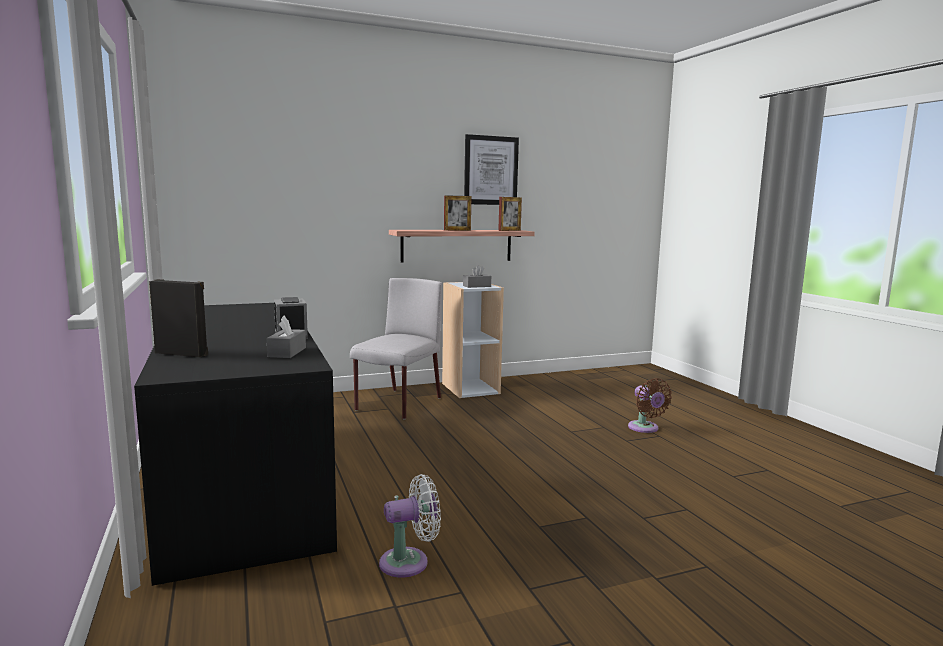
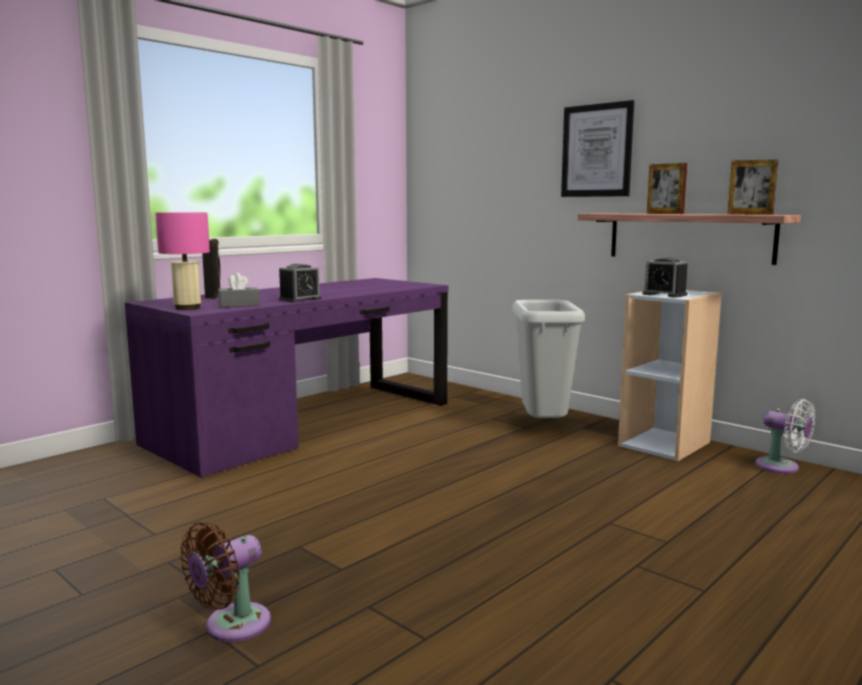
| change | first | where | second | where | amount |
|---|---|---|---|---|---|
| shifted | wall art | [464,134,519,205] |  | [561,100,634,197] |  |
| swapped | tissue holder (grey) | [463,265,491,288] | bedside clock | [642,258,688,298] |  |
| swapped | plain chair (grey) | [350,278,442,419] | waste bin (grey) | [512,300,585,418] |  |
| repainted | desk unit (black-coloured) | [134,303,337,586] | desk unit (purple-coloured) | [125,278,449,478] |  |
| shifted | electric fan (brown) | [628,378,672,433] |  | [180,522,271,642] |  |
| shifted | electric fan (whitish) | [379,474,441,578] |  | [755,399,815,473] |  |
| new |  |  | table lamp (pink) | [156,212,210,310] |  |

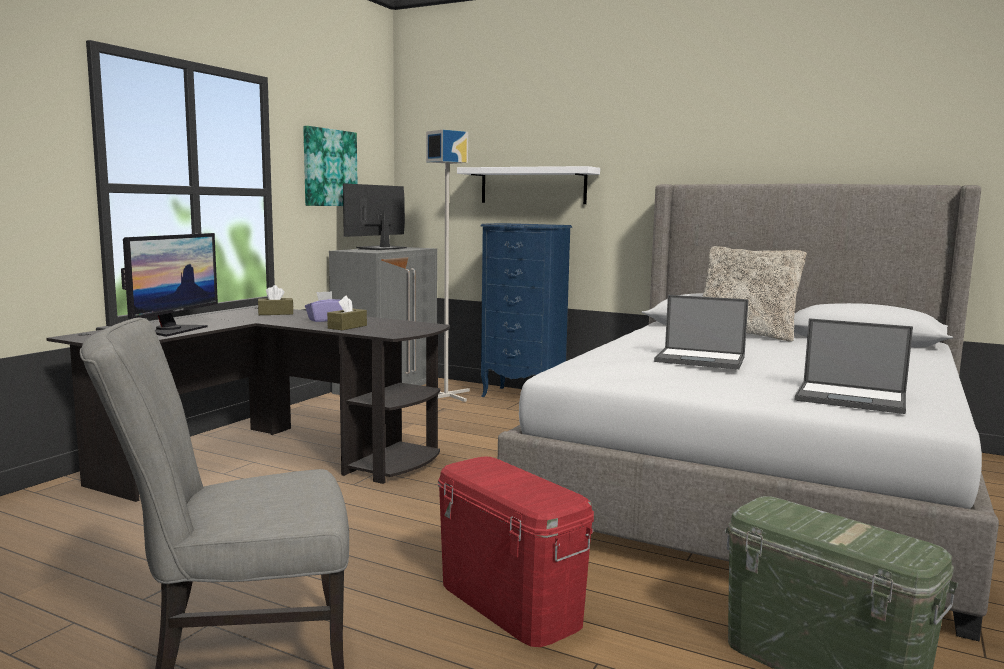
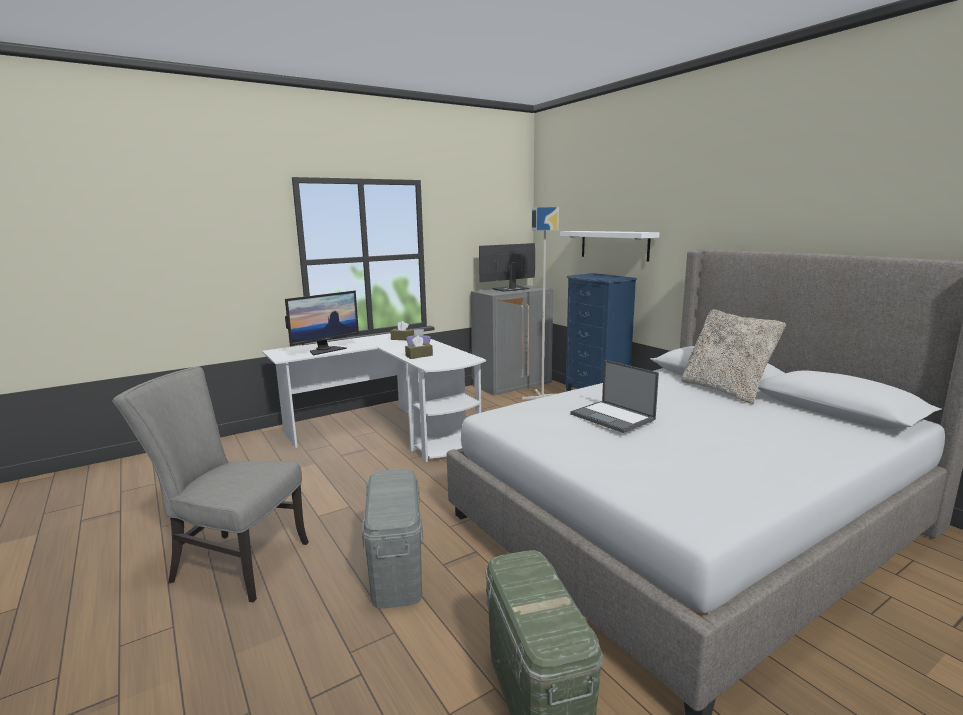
| change | first | where | second | where | amount |
|---|---|---|---|---|---|
| gone | wall art | [303,126,357,206] |  |  |  |
| repainted | desk unit (black-coloured) | [46,307,450,502] | desk unit (whitish) | [262,333,486,462] |  |
| gone | laptop | [795,318,913,414] |  |  |  |
| repainted | storage bin (red) | [438,456,594,647] | storage bin (grey) | [362,469,423,608] |  |

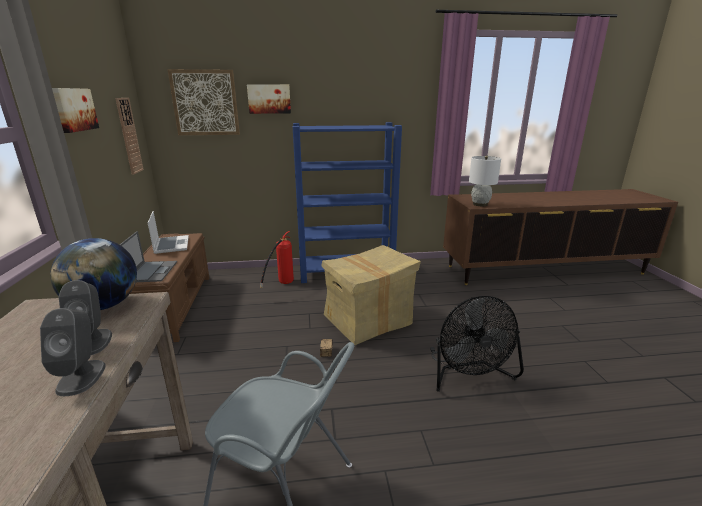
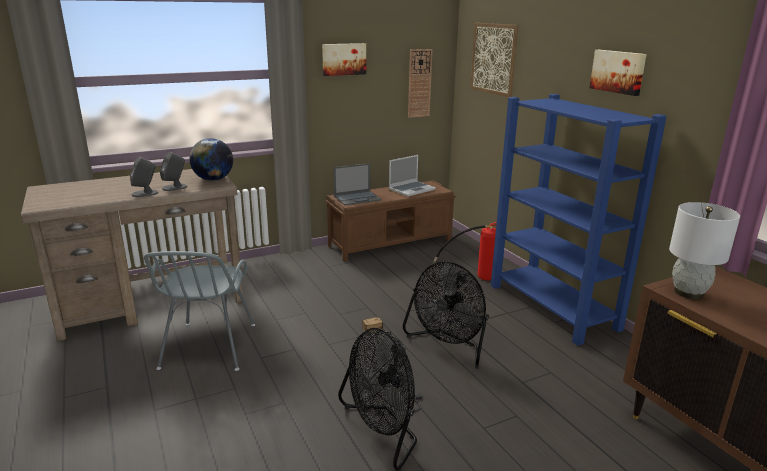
| change | first | where | second | where | amount |
|---|---|---|---|---|---|
| shifted | wall art | [247,84,291,114] |  | [590,50,647,96] |  |
| swapped | cardboard box | [321,245,421,345] | electric fan (black-coloured) | [403,262,489,369] |  |

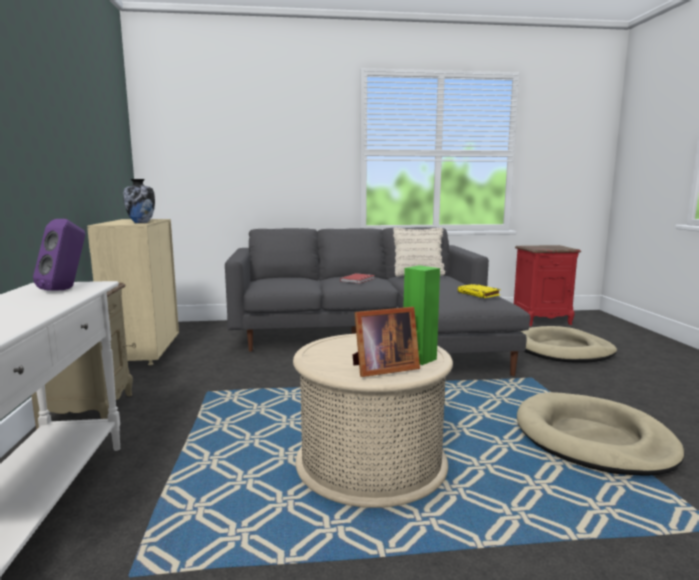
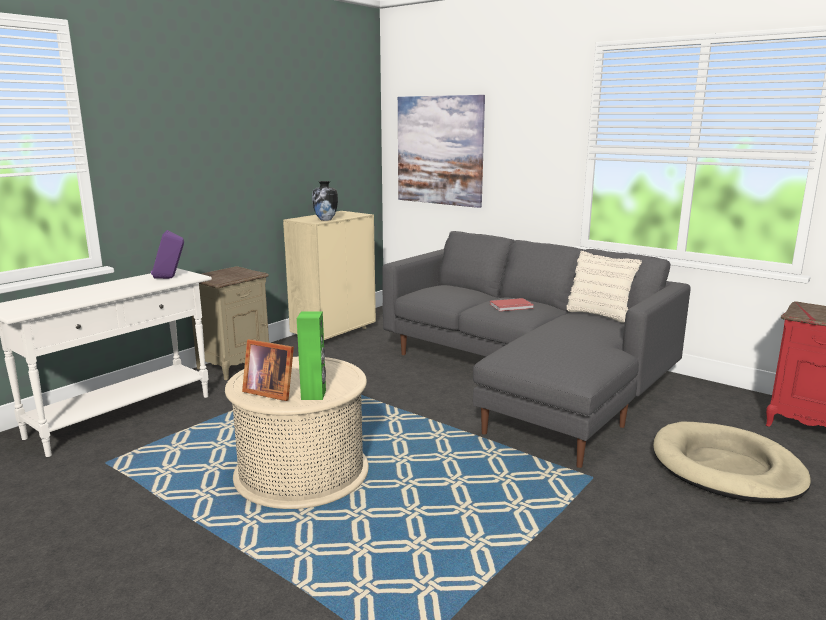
| change | first | where | second | where | amount |
|---|---|---|---|---|---|
| gone | bound book (yellowish) | [457,284,501,298] |  |  |  |
| gone | pet bed (beige-coloured) | [517,392,685,476] |  |  |  |
| new |  |  | wall art | [398,95,485,208] |  |

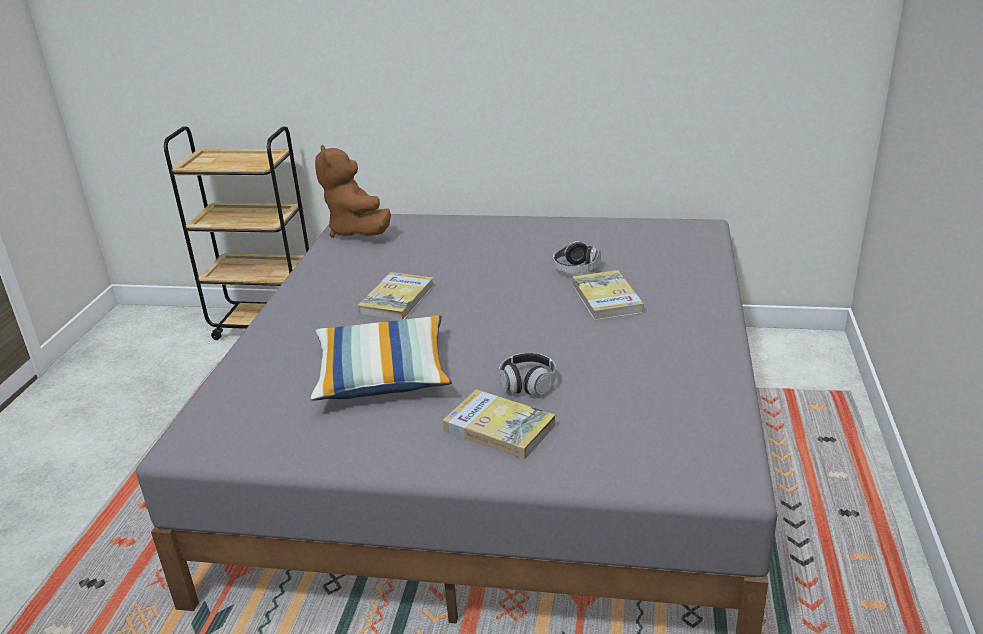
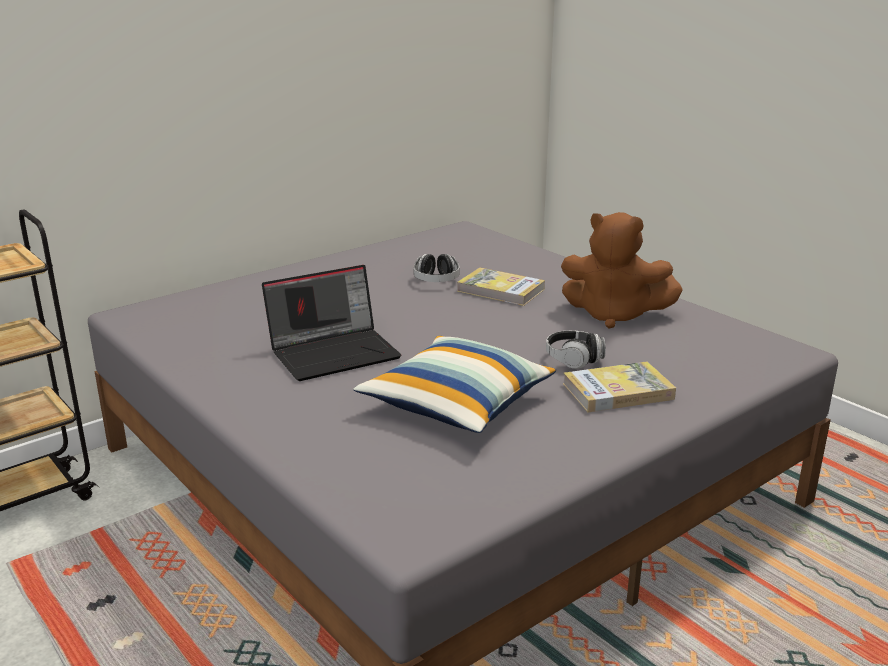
| change | first | where | second | where | amount |
|---|---|---|---|---|---|
| shifted | soft toy (brown) | [315,145,391,238] |  | [561,212,683,328] |  |
| swapped | bound book | [358,272,434,320] | laptop | [262,265,402,381] |  |

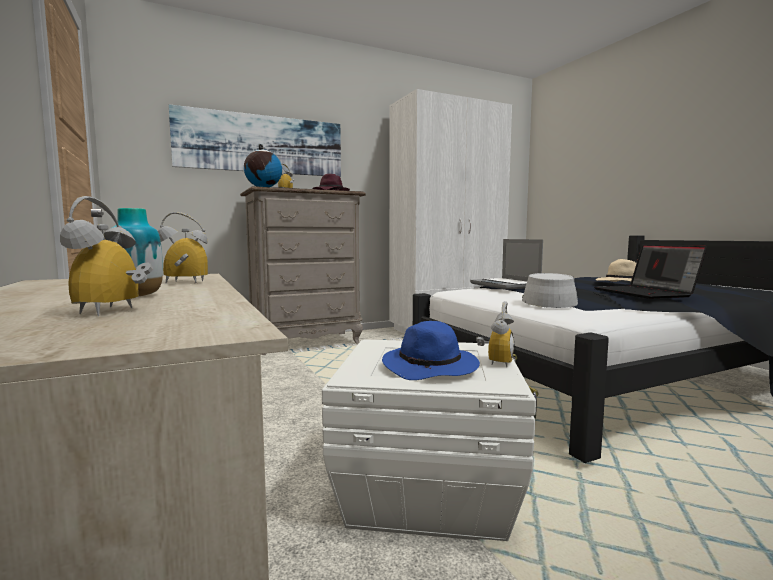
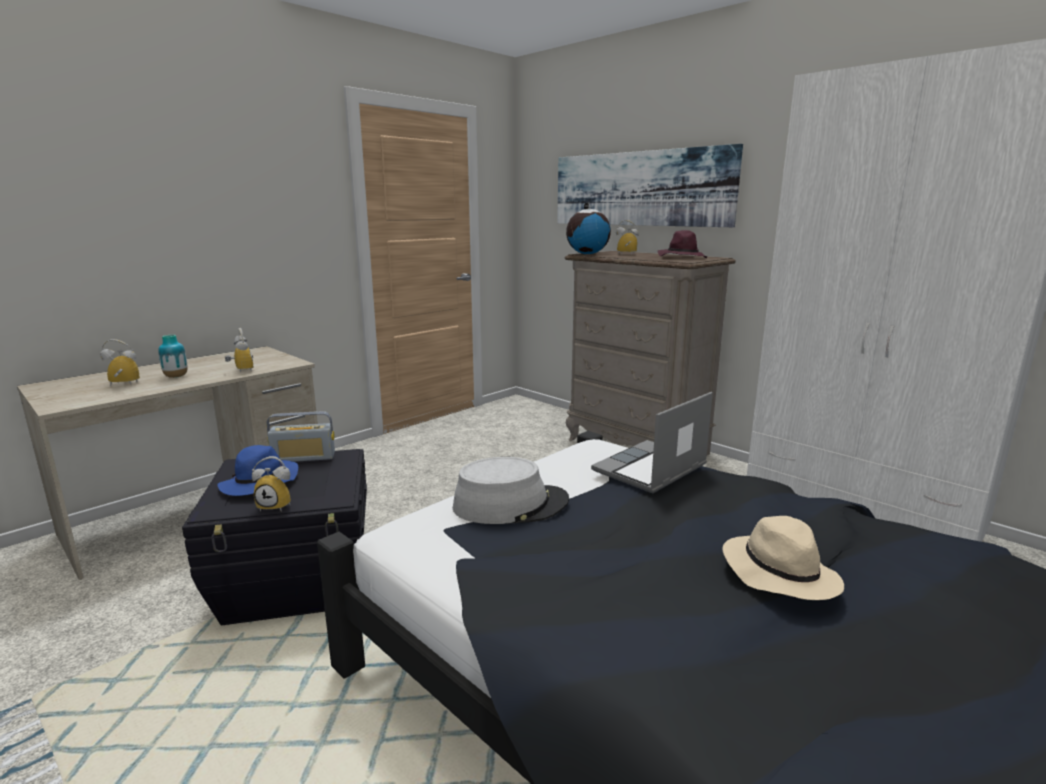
| change | first | where | second | where | amount |
|---|---|---|---|---|---|
| gone | laptop | [594,244,707,299] |  |  |  |
| repainted | storage bin (whitish) | [322,339,538,541] | storage bin (black-coloured) | [182,449,367,625] |  |
| new |  |  | radio receiver | [266,411,335,462] |  |

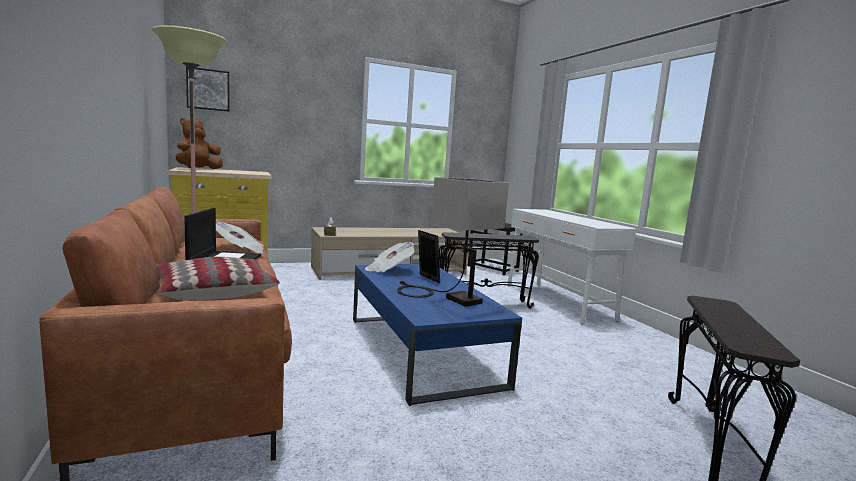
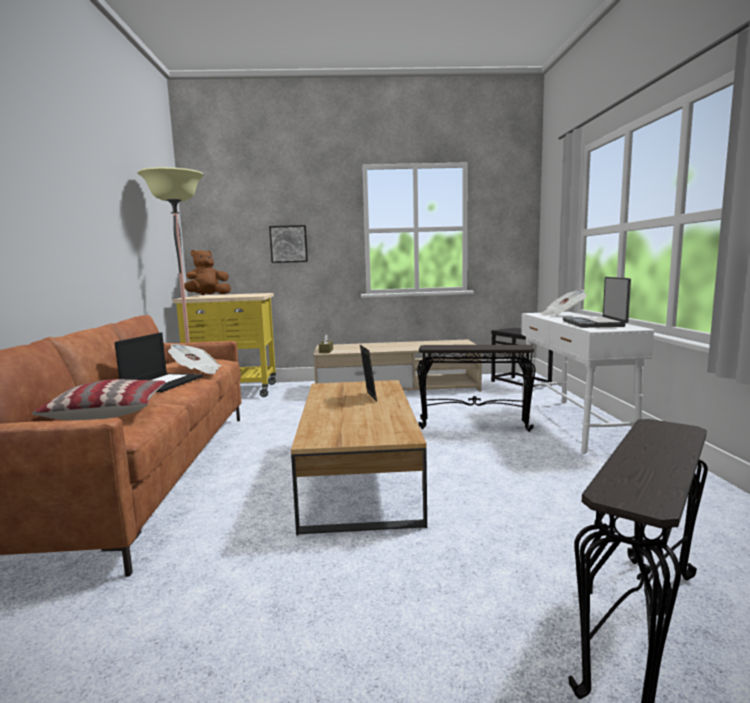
| change | first | where | second | where | amount |
|---|---|---|---|---|---|
| shifted | wall art | [186,67,230,112] |  | [269,225,308,263] |  |
| gone | table lamp | [397,177,509,307] |  |  |  |
| shifted | daily paper | [365,242,415,273] |  | [540,290,587,316] |  |
| repainted | coffee table (blue) | [353,264,522,406] | coffee table (brown) | [291,380,427,536] |  |
| new |  |  | laptop | [563,277,631,328] |  |

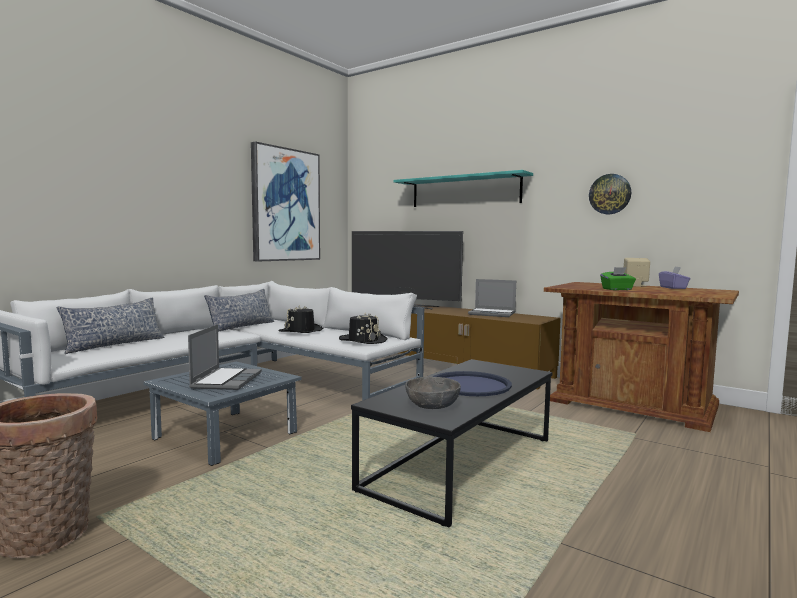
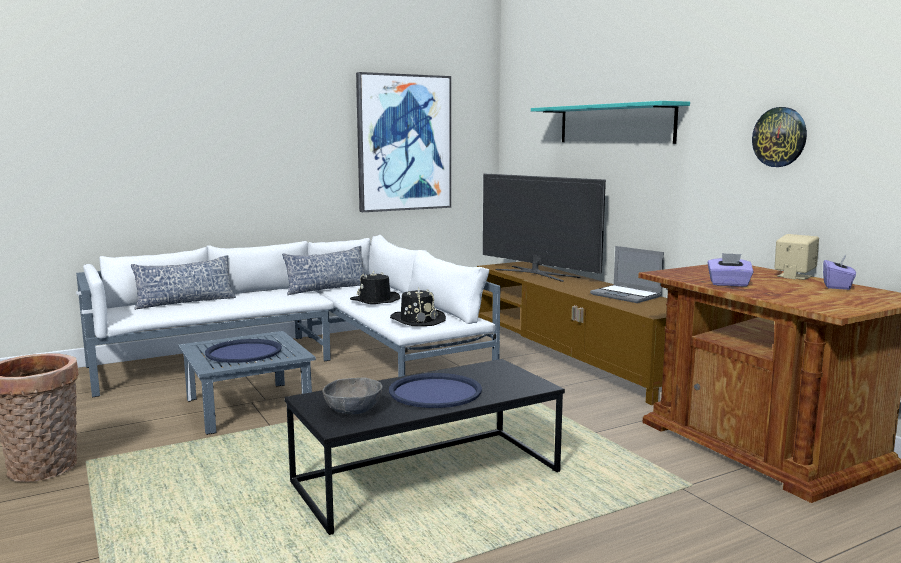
| change | first | where | second | where | amount |
|---|---|---|---|---|---|
| repainted | tissue holder (greenish) | [600,267,636,290] | tissue holder (purple-coloured) | [708,253,754,287] |  |
| swapped | laptop | [188,324,262,390] | tray (blue) | [205,339,282,363] |  |

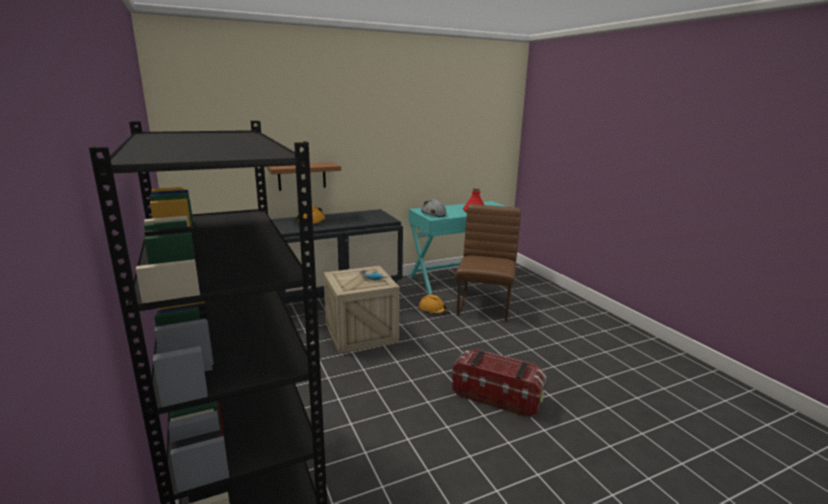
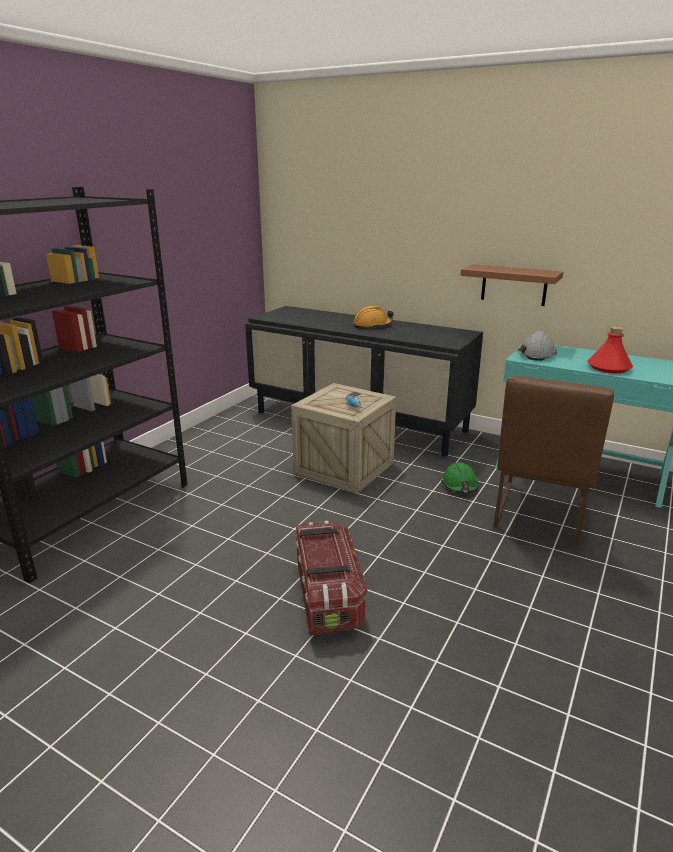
| change | first | where | second | where | amount |
|---|---|---|---|---|---|
| shifted | shelf (brown) | [267,162,341,191] |  | [460,264,563,306] |  |
| rotated | plain chair (brown) | [456,204,521,322] |  | [493,376,614,546] | 135 degrees clockwise |
| repainted | safety helmet (orangey) | [418,295,449,314] | safety helmet (greenish) | [441,462,479,493] |  |

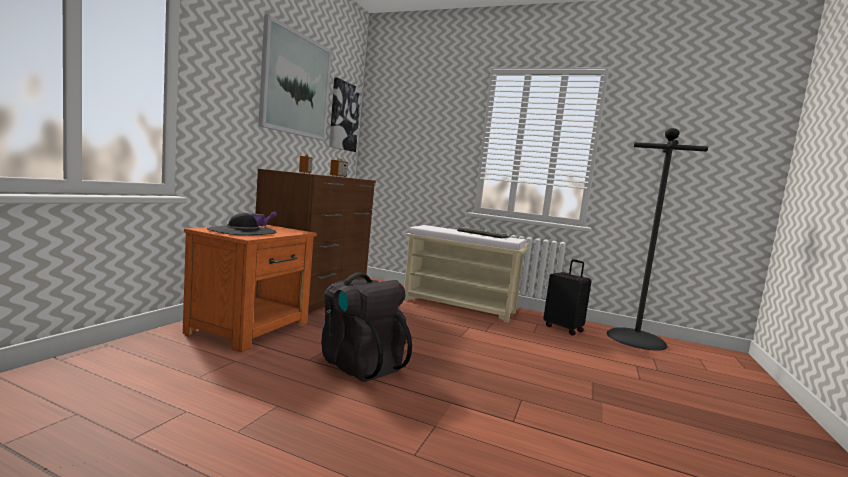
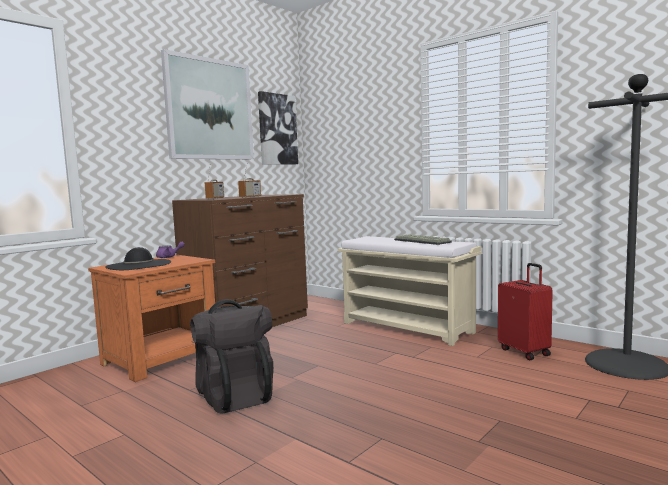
| change | first | where | second | where | amount |
|---|---|---|---|---|---|
| repainted | piece of luggage (black-coloured) | [544,259,592,335] | piece of luggage (red) | [498,263,553,360] |  |

